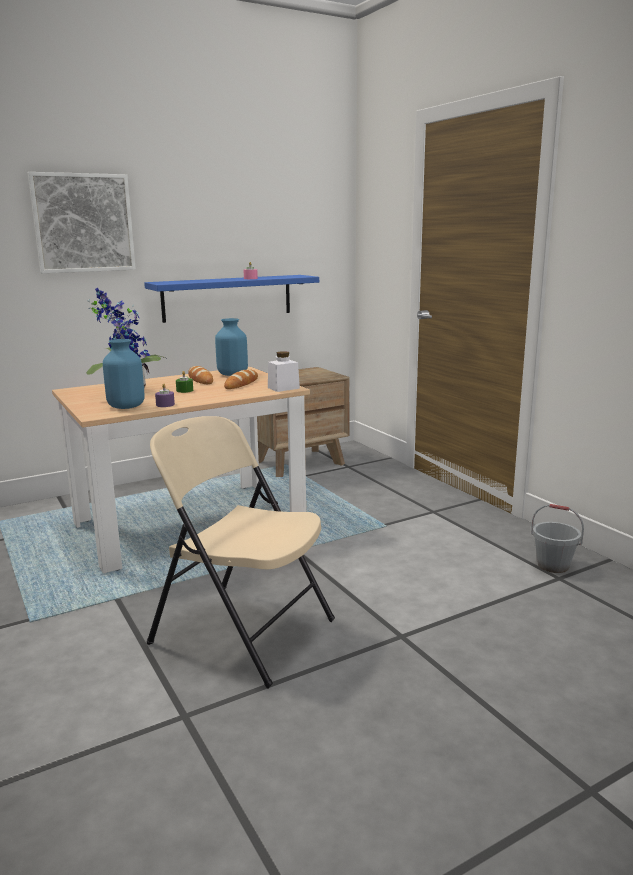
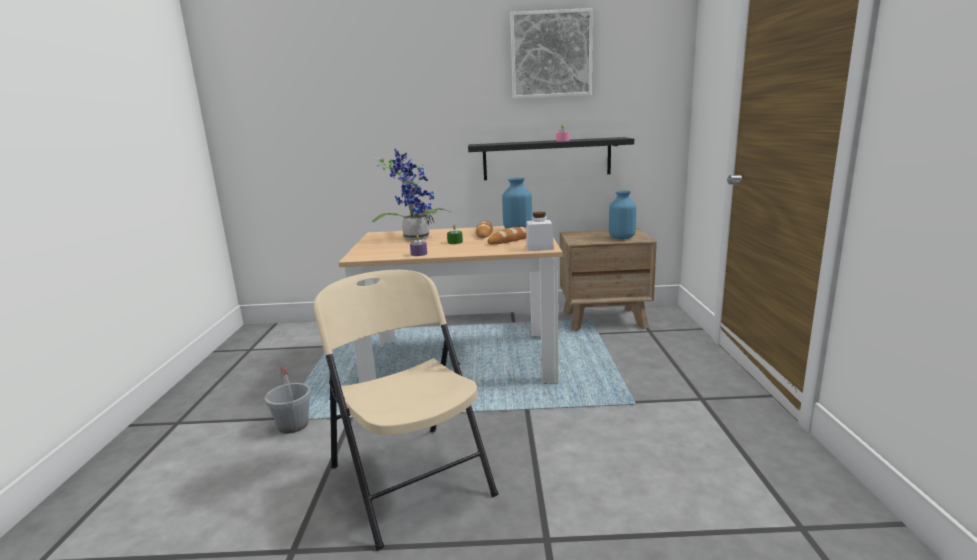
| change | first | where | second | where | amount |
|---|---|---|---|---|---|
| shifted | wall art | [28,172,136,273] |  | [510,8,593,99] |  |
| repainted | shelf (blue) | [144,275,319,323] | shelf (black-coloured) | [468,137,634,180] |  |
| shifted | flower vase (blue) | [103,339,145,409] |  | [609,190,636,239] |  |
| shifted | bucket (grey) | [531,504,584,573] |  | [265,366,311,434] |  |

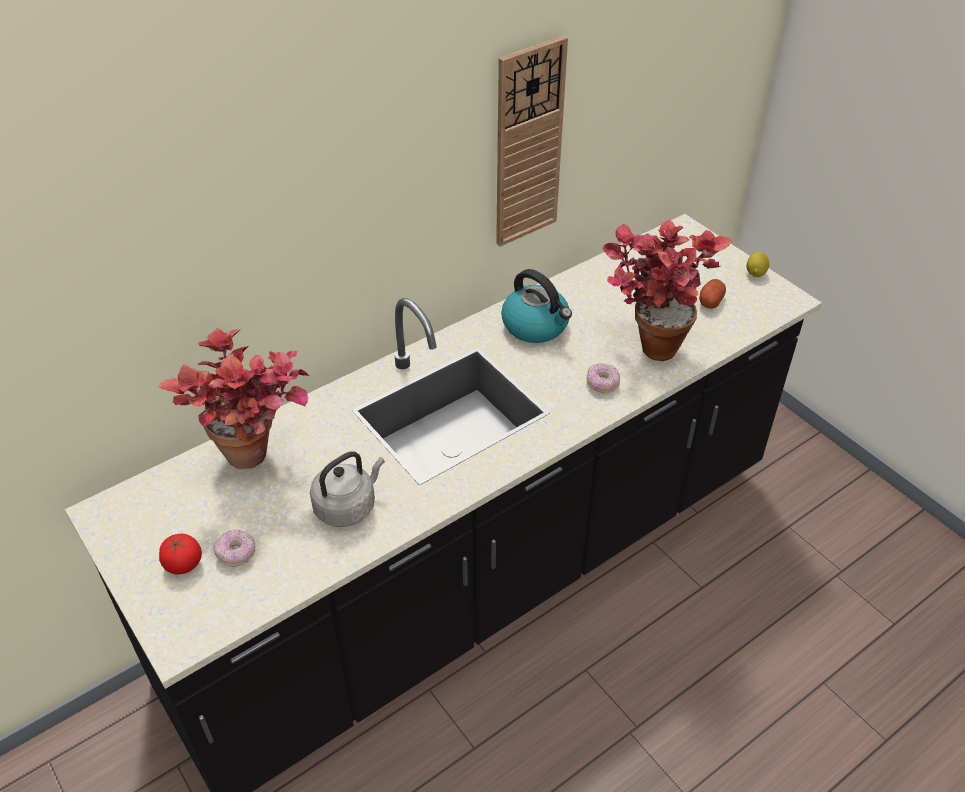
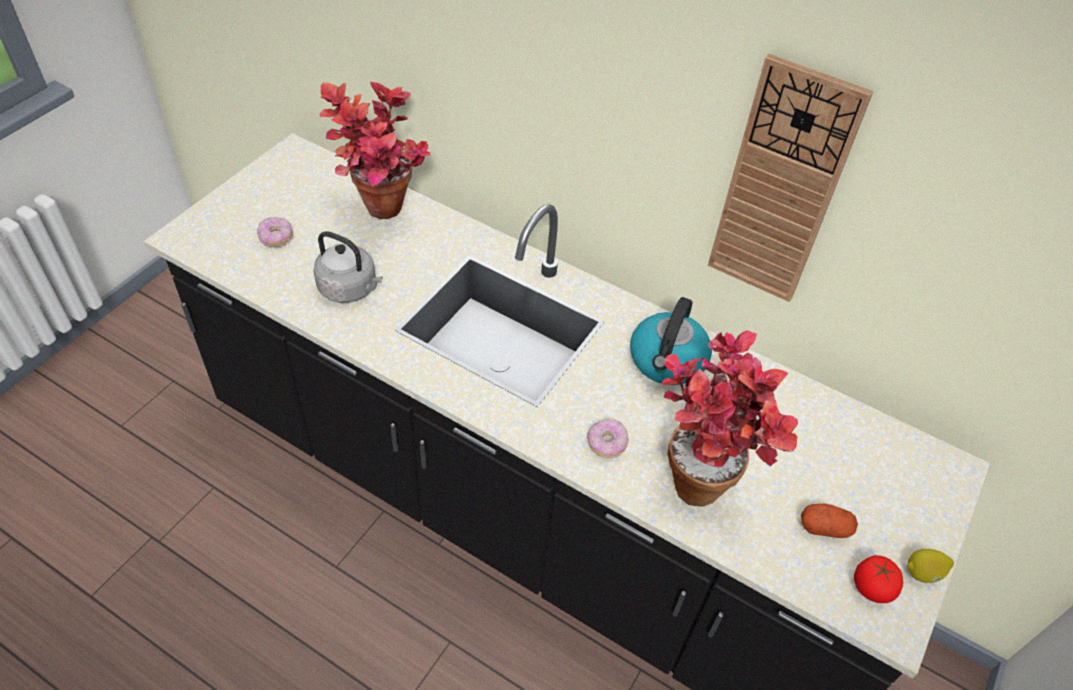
| change | first | where | second | where | amount |
|---|---|---|---|---|---|
| shifted | tomato | [159,534,202,574] |  | [854,555,903,603] |  |

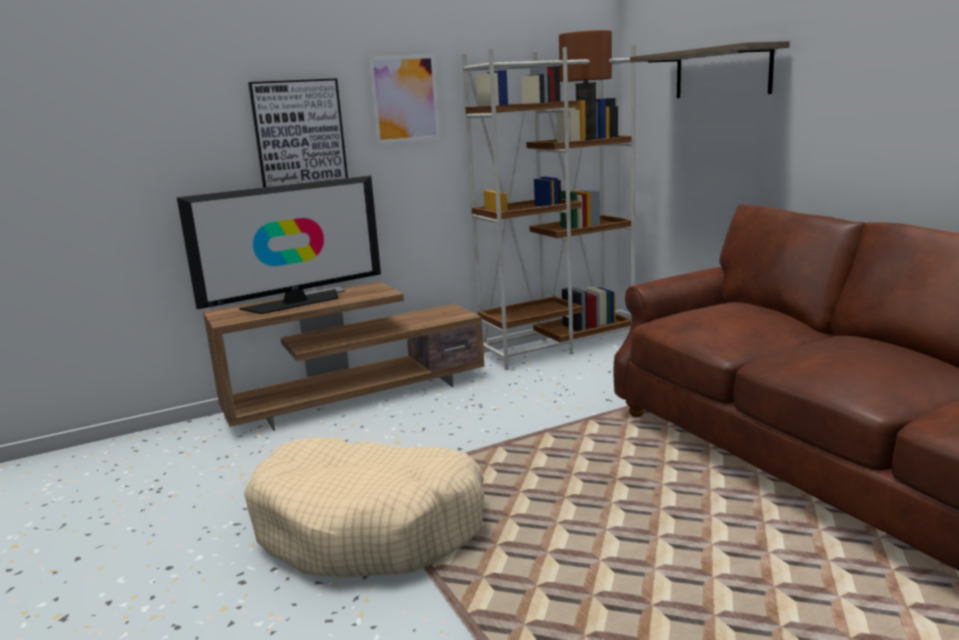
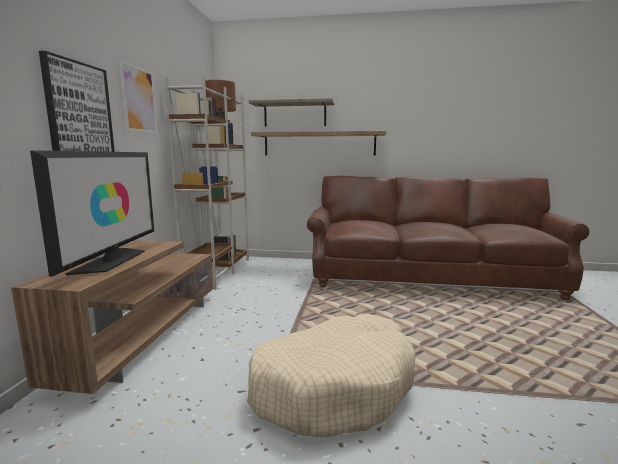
| change | first | where | second | where | amount |
|---|---|---|---|---|---|
| new |  |  | shelf | [251,131,386,155] |  |

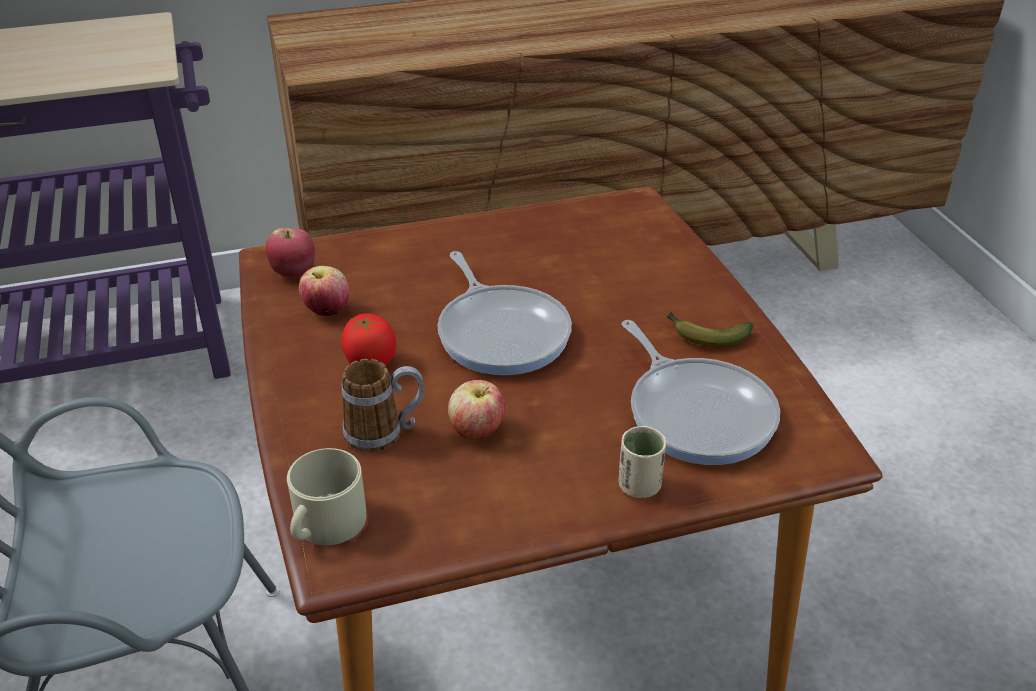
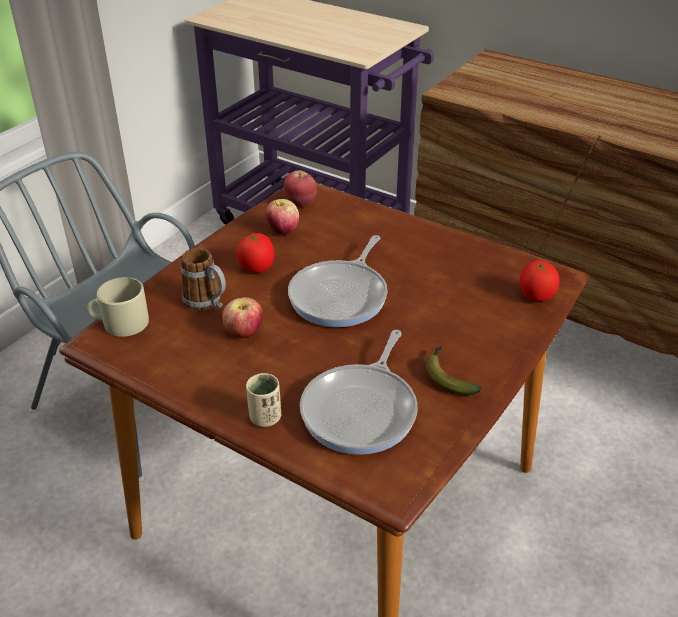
| change | first | where | second | where | amount |
|---|---|---|---|---|---|
| new |  |  | tomato | [520,260,559,301] |  |

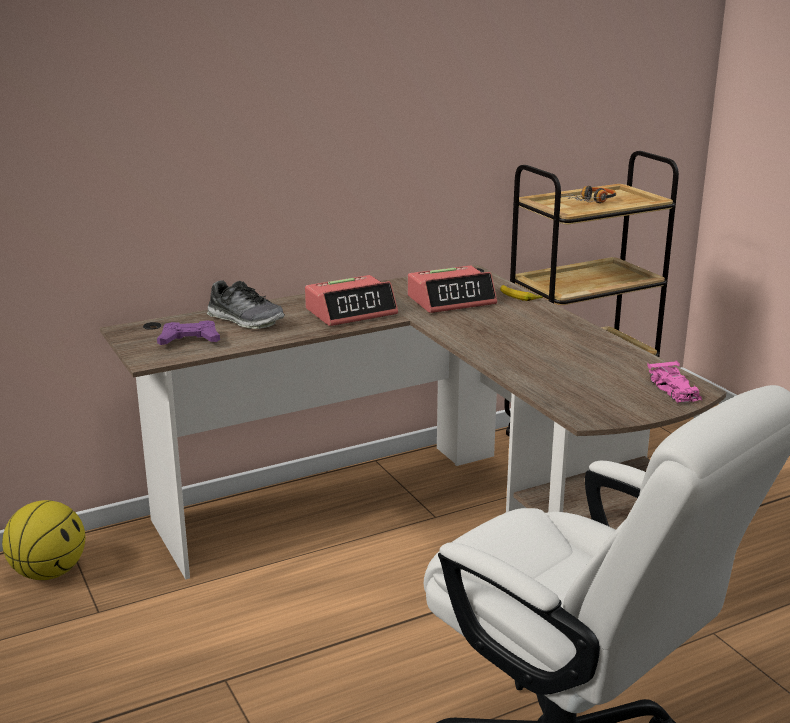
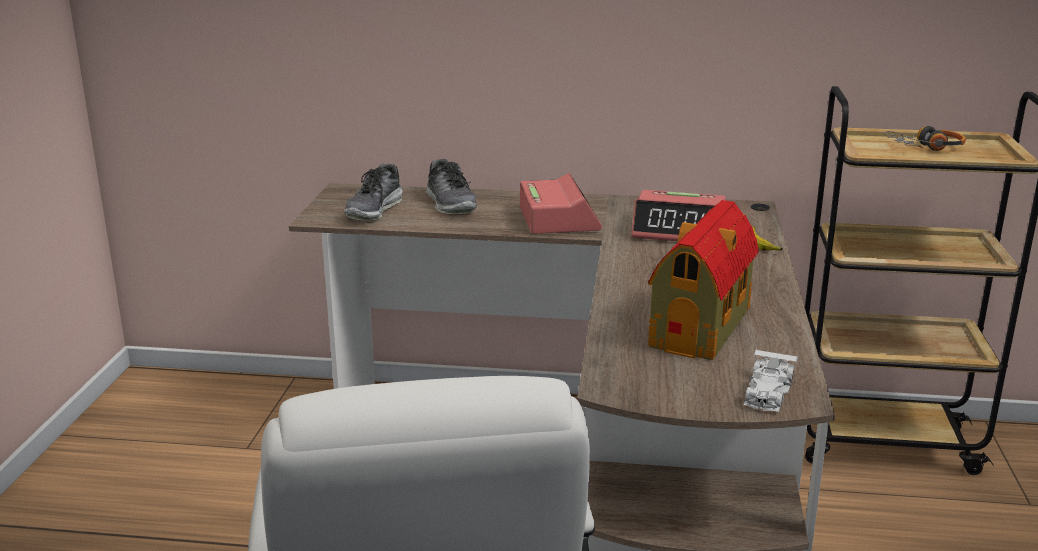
| change | first | where | second | where | amount |
|---|---|---|---|---|---|
| rotated | bedside clock | [305,275,398,326] |  | [520,173,602,234] | 105 degrees counterclockwise |
| swapped | gamepad (purple-coloured) | [157,320,220,345] | shoe | [344,164,403,221] |  |
| repainted | model car (pink) | [648,360,702,403] | model car (whitish) | [743,350,798,412] |  |
| gone | basketball ball | [2,500,85,580] |  |  |  |
| new |  |  | model house | [648,200,759,360] |  |

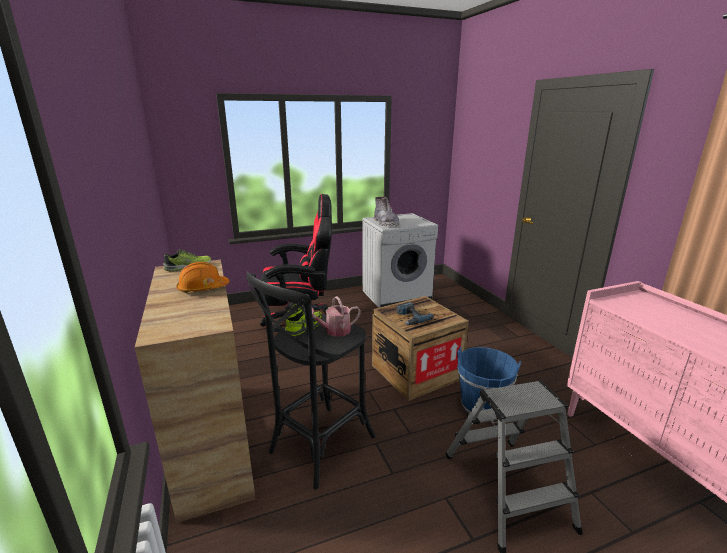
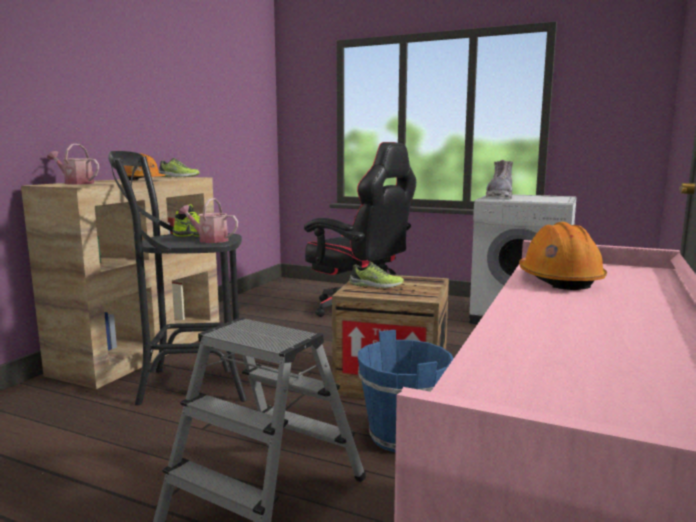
| change | first | where | second | where | amount |
|---|---|---|---|---|---|
| swapped | electric drill | [396,302,434,325] | shoe | [349,262,404,288] |  |
| new |  |  | sprinkling can | [47,144,99,185] |  |
| new |  |  | safety helmet (orangey) | [519,222,607,290] |  |

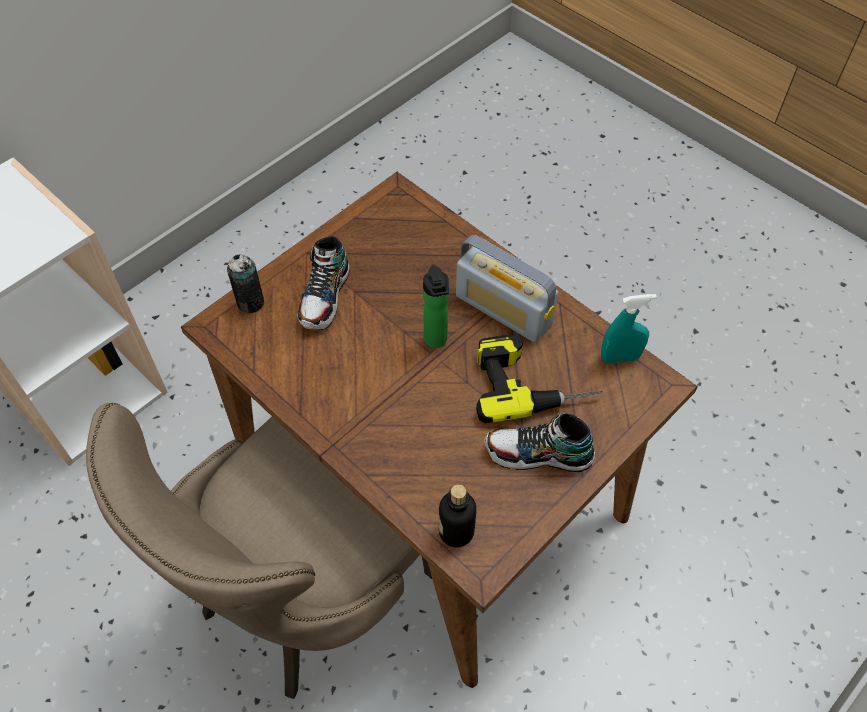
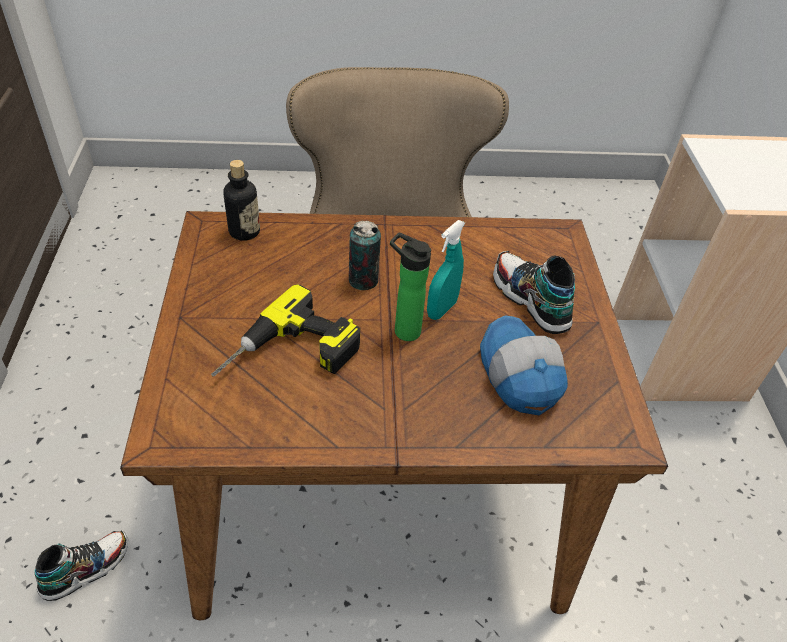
| change | first | where | second | where | amount |
|---|---|---|---|---|---|
| gone | radio receiver | [456,235,558,343] |  |  |  |
| shifted | metal can | [227,254,264,313] |  | [349,221,381,290] |  |
| shifted | spray bottle (turquoise-coloured) | [601,294,657,363] |  | [427,220,465,320] |  |
| shifted | shoe | [485,413,595,472] |  | [35,530,128,601] |  |
| new |  |  | peaked cap | [480,316,568,415] |  |

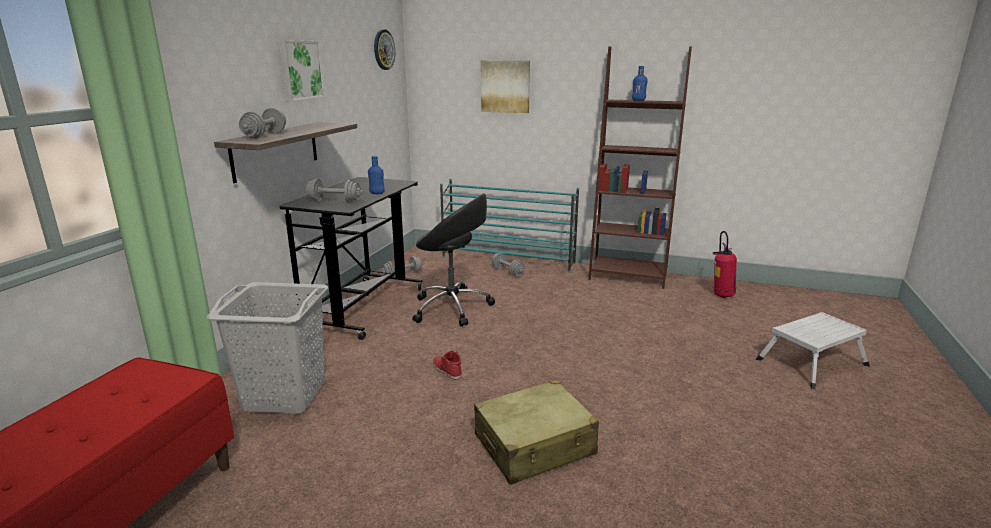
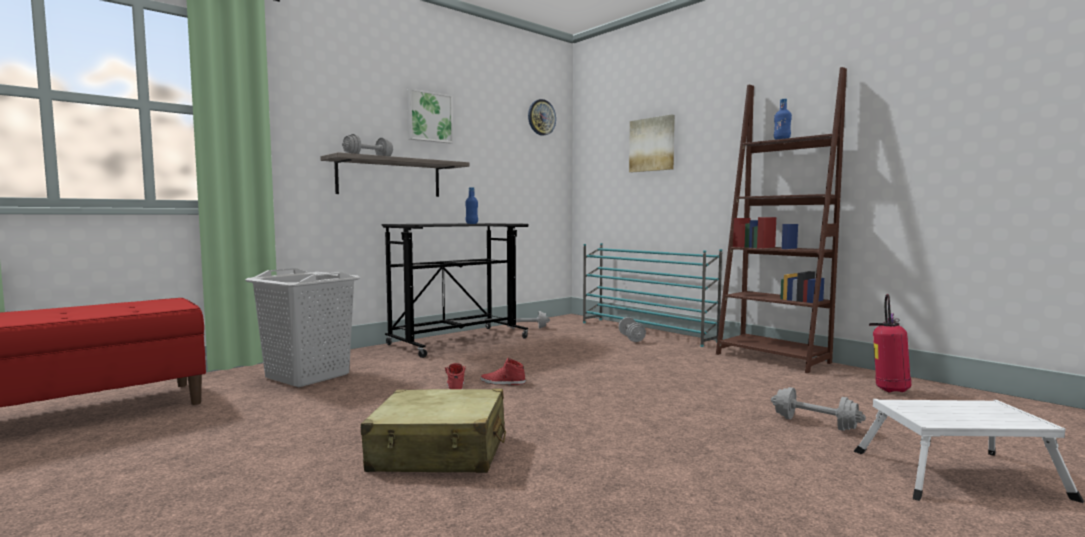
| change | first | where | second | where | amount |
|---|---|---|---|---|---|
| shifted | hand weight (grey) | [305,179,363,203] |  | [771,387,866,431] |  |
| gone | desk chair (black-coloured) | [412,193,495,327] |  |  |  |
| new |  |  | shoe (red) | [480,358,526,385] |  |

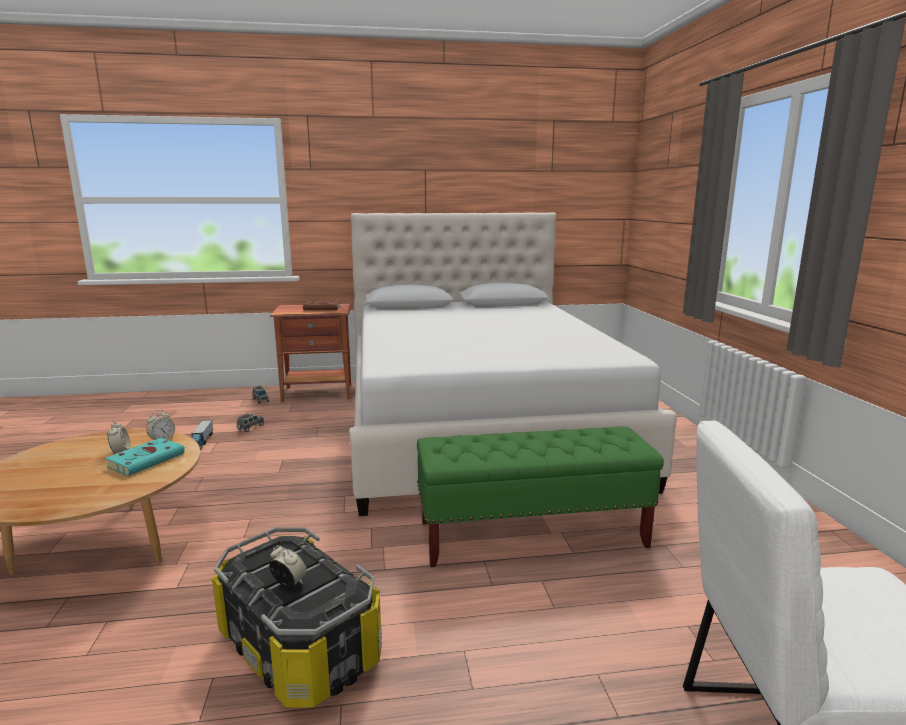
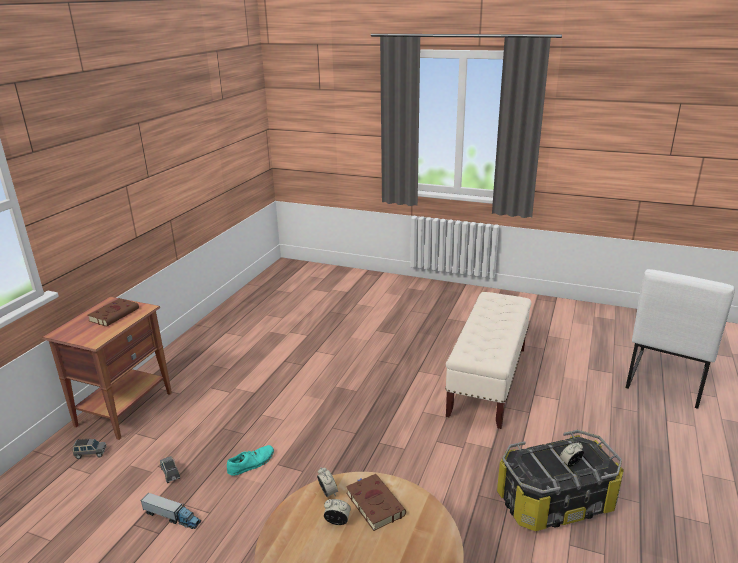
| change | first | where | second | where | amount |
|---|---|---|---|---|---|
| gone | bed (whitish) | [349,212,677,516] |  |  |  |
| repainted | bench (greenish) | [417,427,664,567] | bench (beige-coloured) | [445,292,531,429] |  |
| repainted | bound book (turquoise-coloured) | [105,438,187,476] | bound book (brown) | [346,474,406,531] |  |
| new |  |  | shoe (turquoise-coloured) | [227,445,274,476] |  |

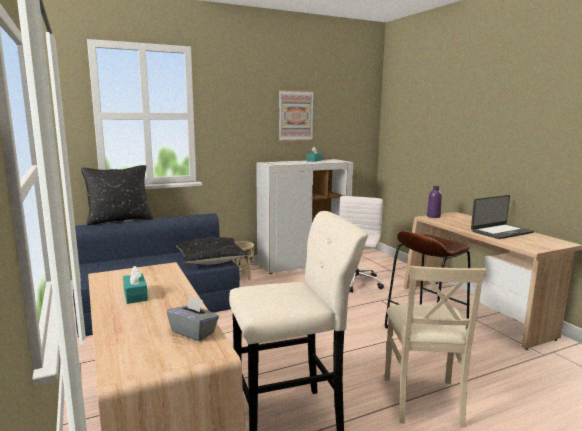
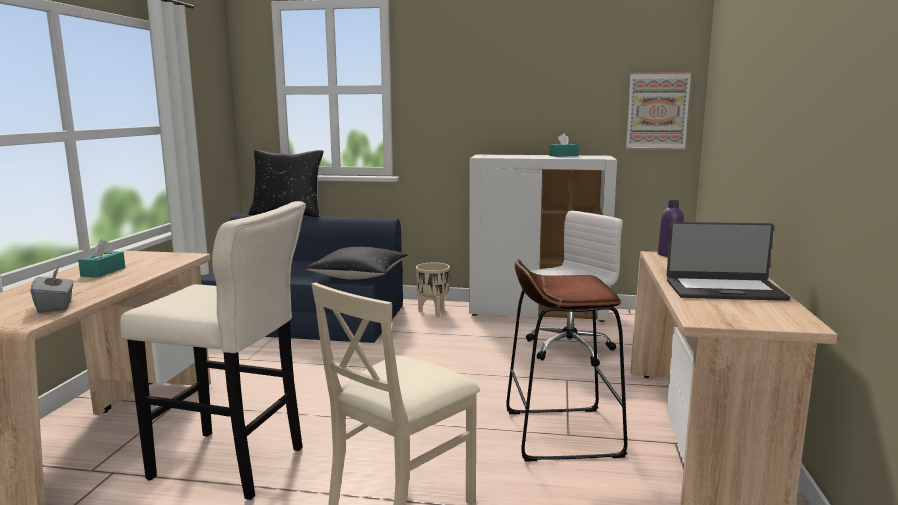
| change | first | where | second | where | amount |
|---|---|---|---|---|---|
| shifted | wall art | [279,90,314,141] |  | [626,72,691,150] |  |

